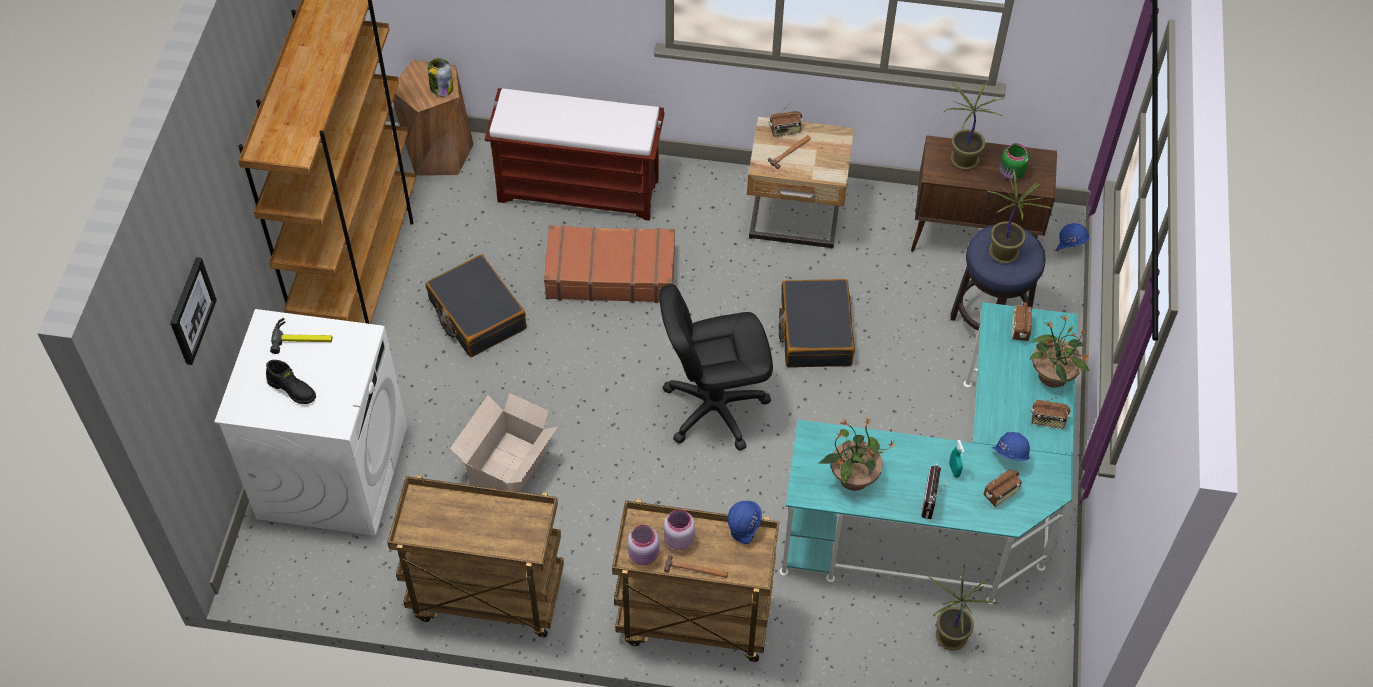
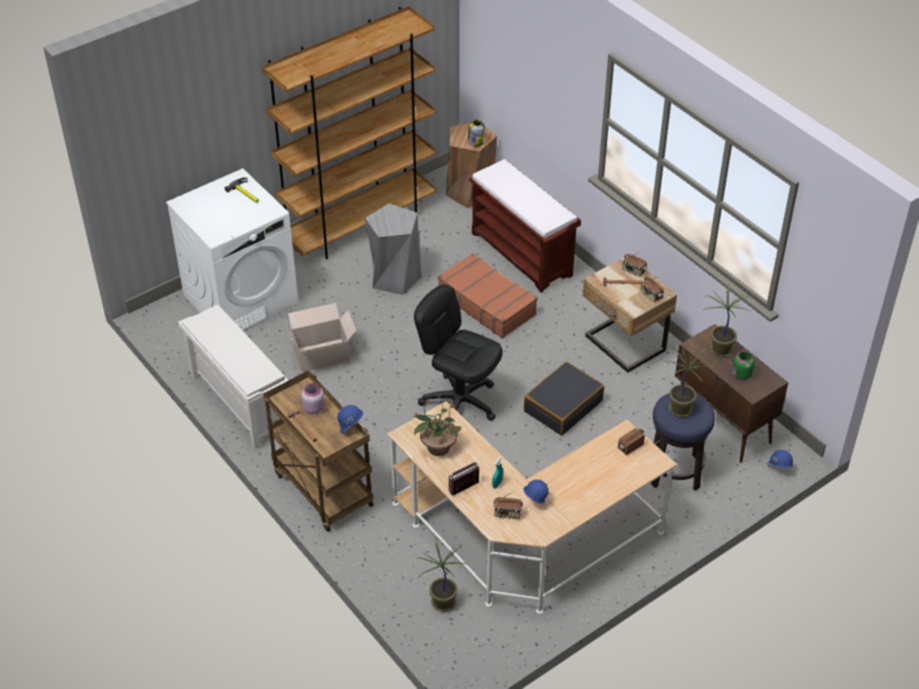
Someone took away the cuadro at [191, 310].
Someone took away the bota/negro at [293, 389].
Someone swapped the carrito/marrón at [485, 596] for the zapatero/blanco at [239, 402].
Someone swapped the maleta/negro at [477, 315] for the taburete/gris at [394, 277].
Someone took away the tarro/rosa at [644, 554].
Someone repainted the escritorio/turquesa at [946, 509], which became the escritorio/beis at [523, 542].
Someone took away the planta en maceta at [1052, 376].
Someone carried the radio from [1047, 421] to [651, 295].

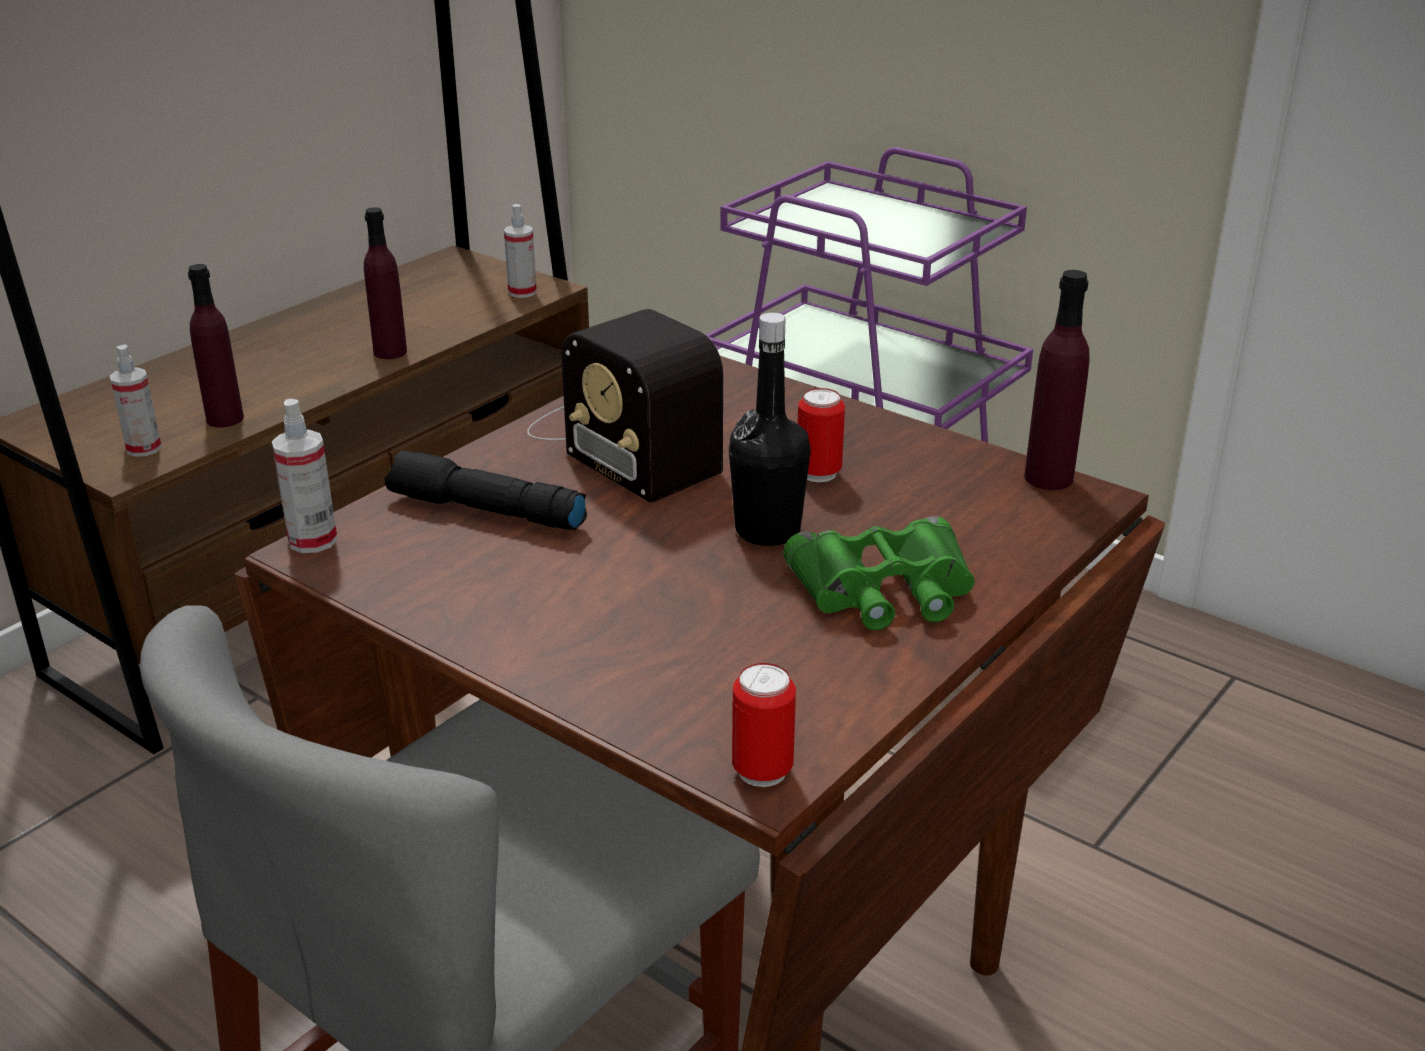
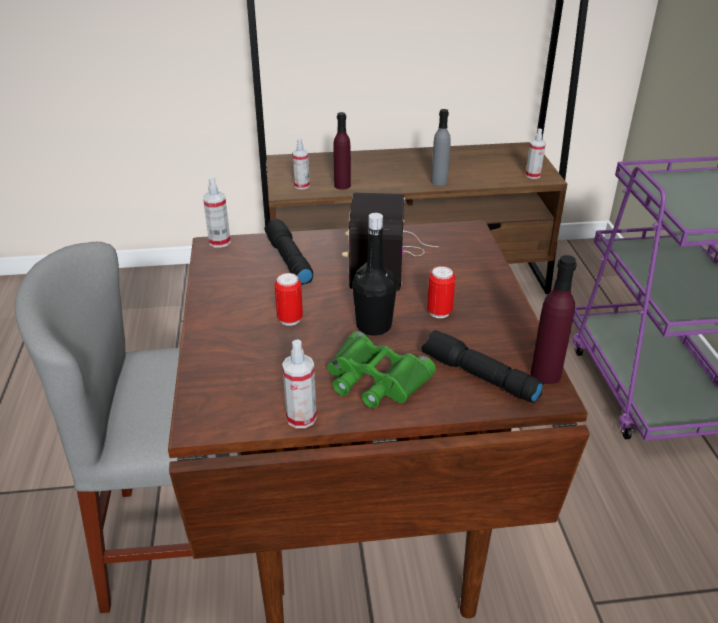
Someone repainted the botella/morado at [390, 352], which became the botella/gris at [439, 182].
Someone carried the lata from [762, 771] to [290, 319].
Someone put down the pulverizador at [301, 418].
Someone put down the linterna/negro at [478, 376].

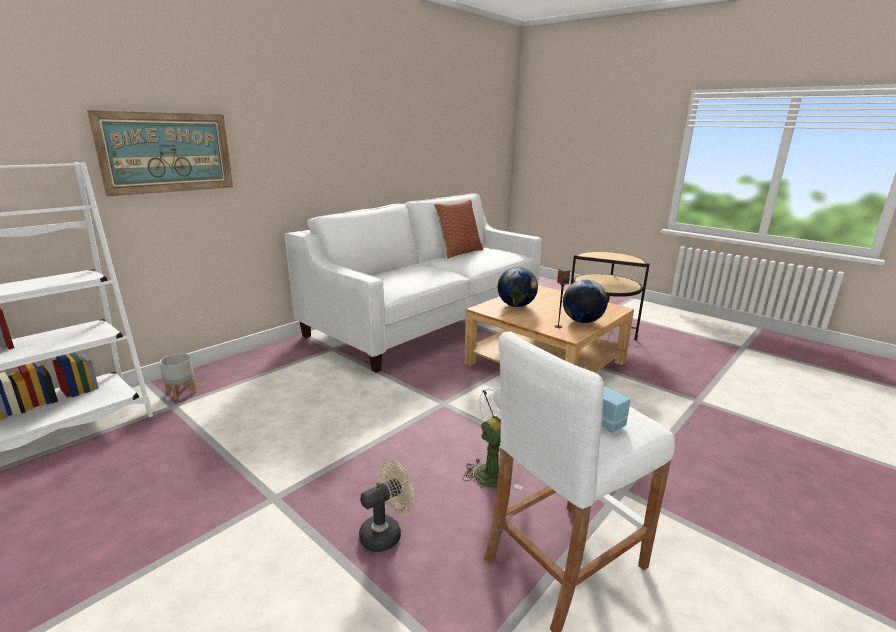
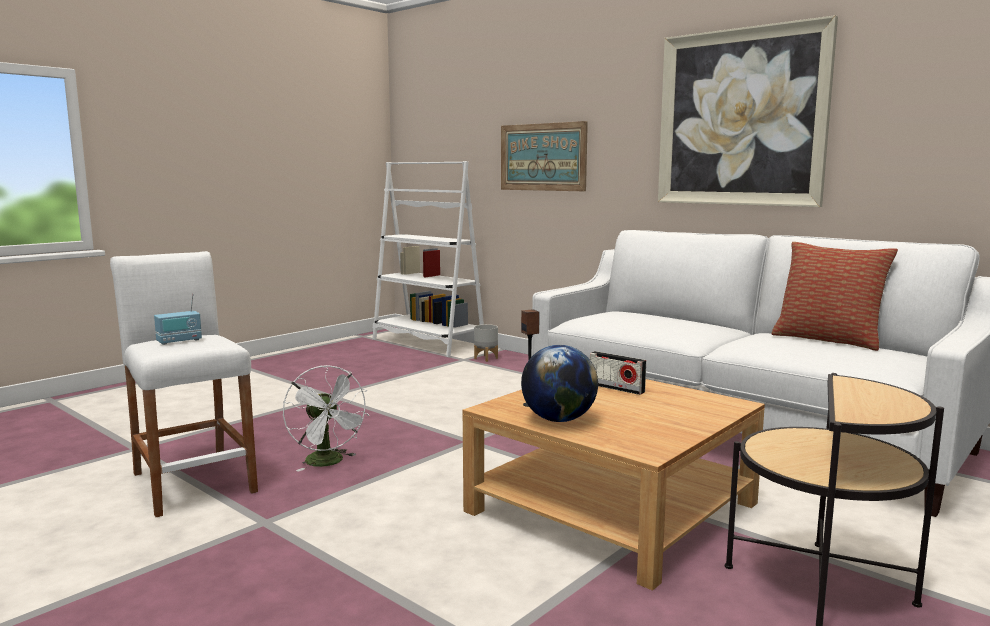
Someone took away the ventilador/beis at [386, 533].
Someone swapped the globo terráqueo at [516, 306] for the radio at [616, 388].
Someone put up the cuadro at [741, 118].

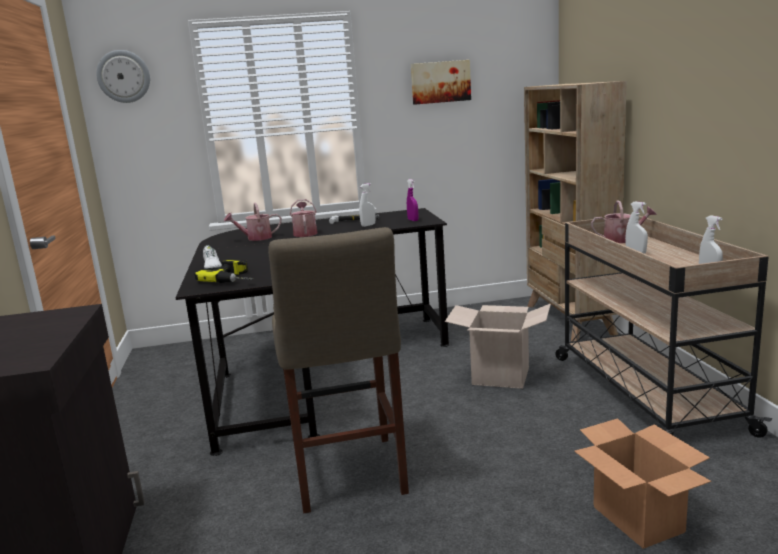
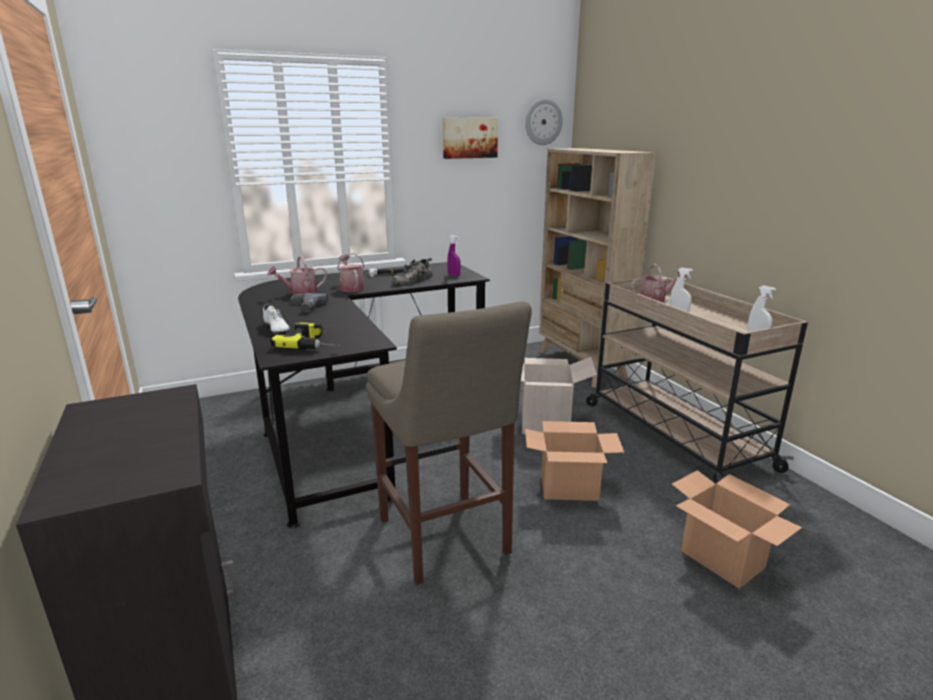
Someone carried the reloj de pared from [123, 76] to [543, 122].
Someone swapped the pulverizador/blanco at [368, 225] for the zapato at [412, 280].
Someone put down the taladro at [305, 307].
Someone put down the caja de cartón at [569, 488].

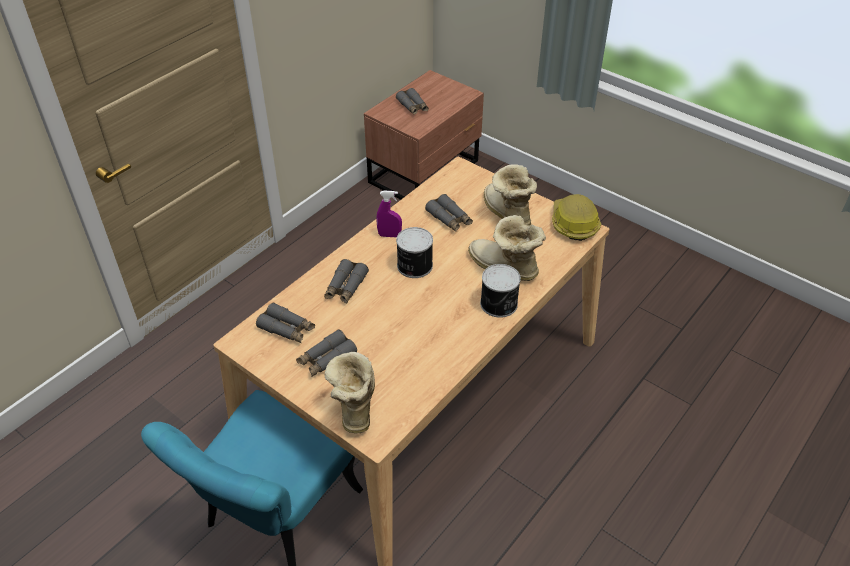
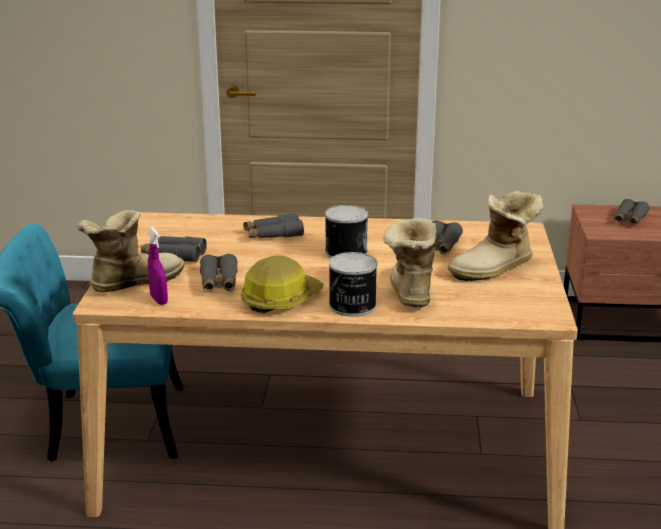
Someone carried the prismáticos/gris from [287, 329] to [219, 282].
Someone carried the pulverizador/morado from [389, 235] to [159, 300].
Someone rotated the bota at [506, 214] by 150 degrees counterclockwise.
Someone carried the casco from [573, 223] to [280, 299].

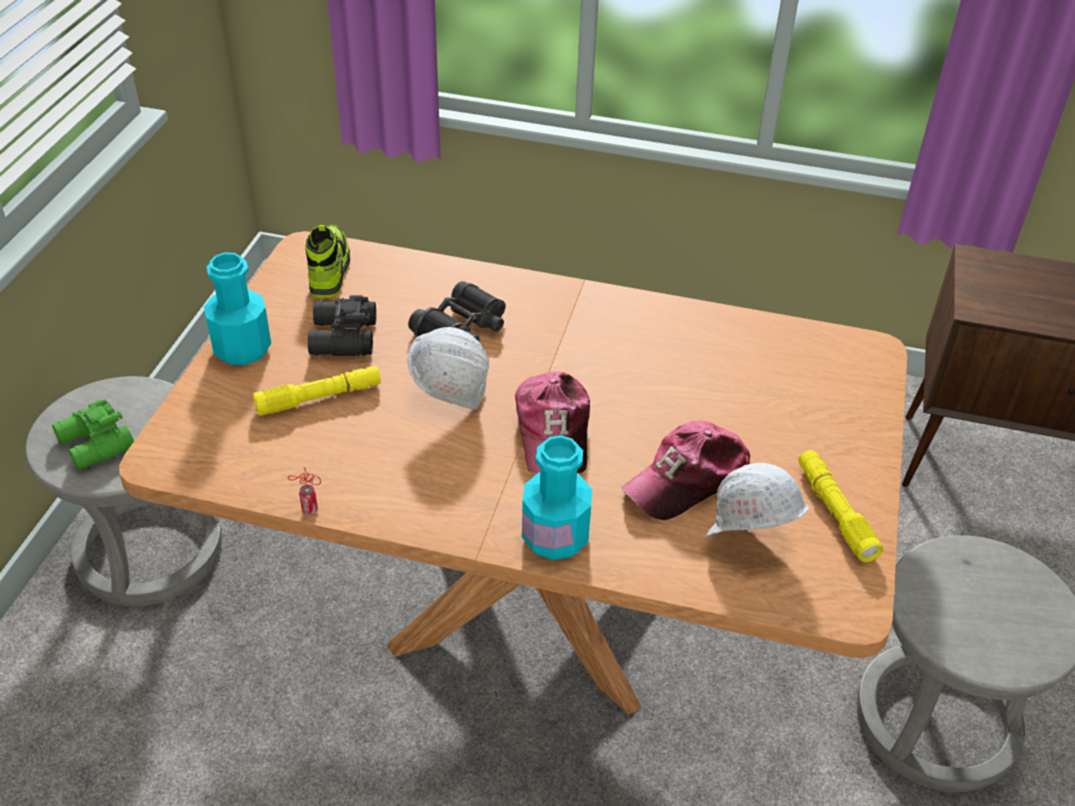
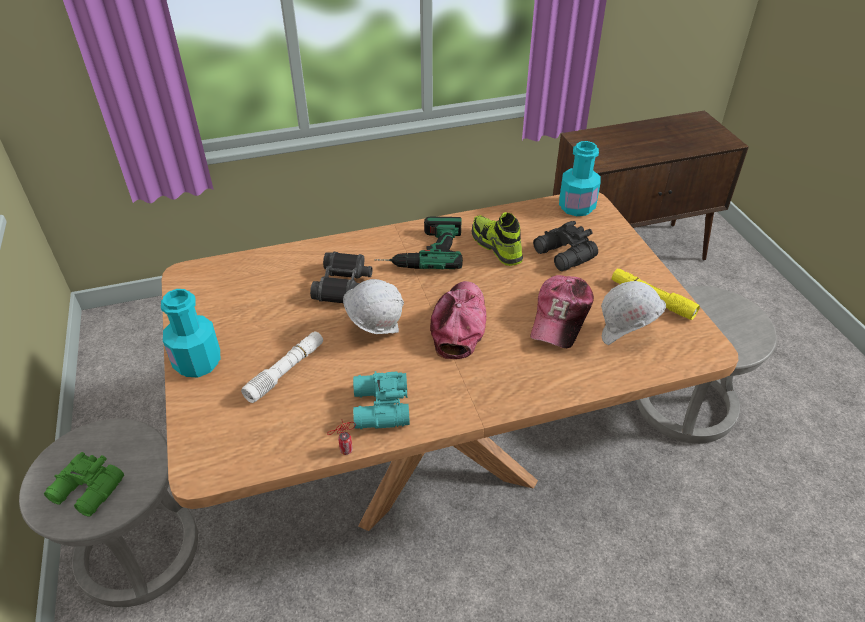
Someone repainted the linterna/amarillo at [319, 398], which became the linterna/blanco at [286, 371].
Someone carried the zapato from [328, 271] to [496, 247].
Someone carried the prismáticos/negro from [341, 338] to [563, 255].
Someone rotated the gorra at [553, 432] by 135 degrees counterclockwise.
Someone carried the botella/turquesa from [555, 537] to [576, 207].
Someone put down the prismáticos/turquesa at [379, 408].
Someone put down the taladro at [420, 250].

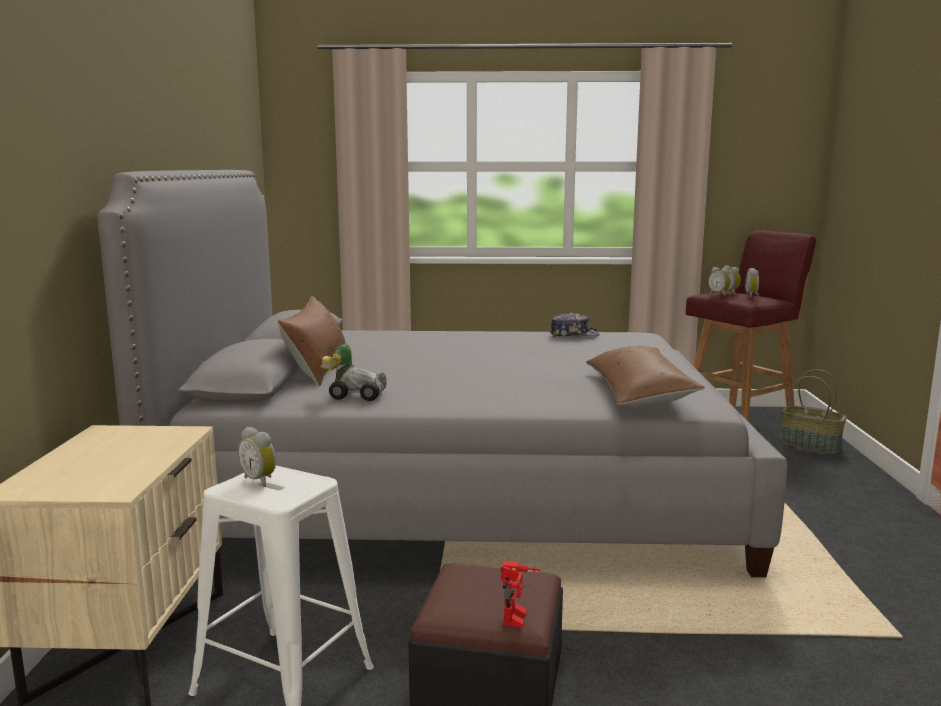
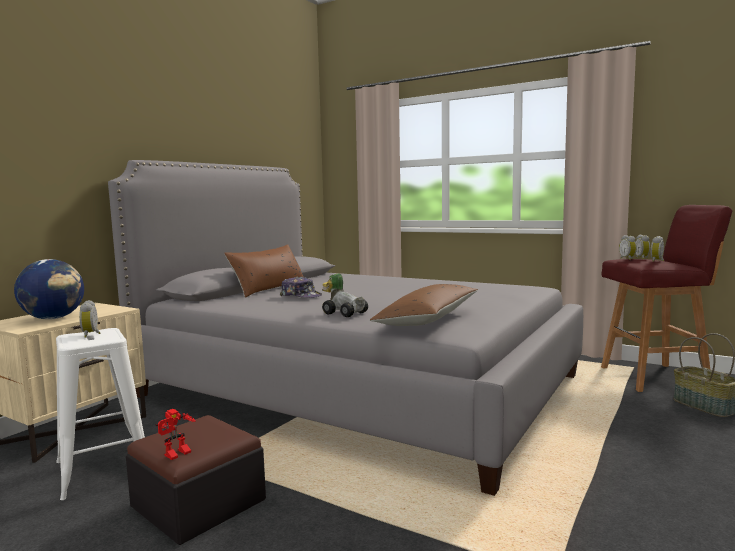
Someone carried the coche de juguete from [355, 395] to [344, 313].
Someone carried the gorra from [574, 335] to [301, 296].
Someone put down the globo terráqueo at [54, 318].

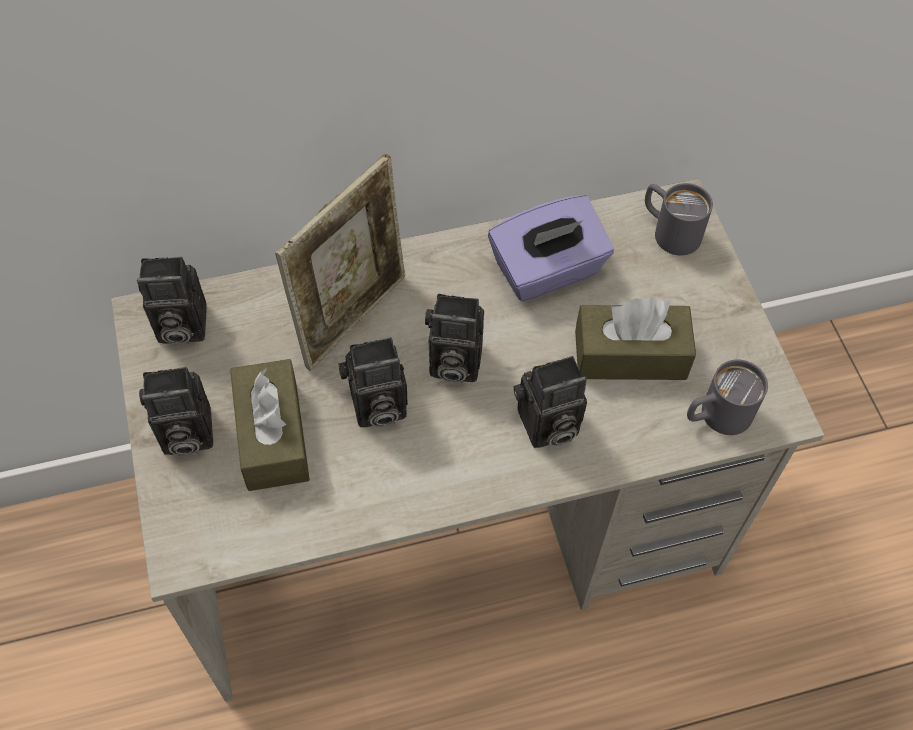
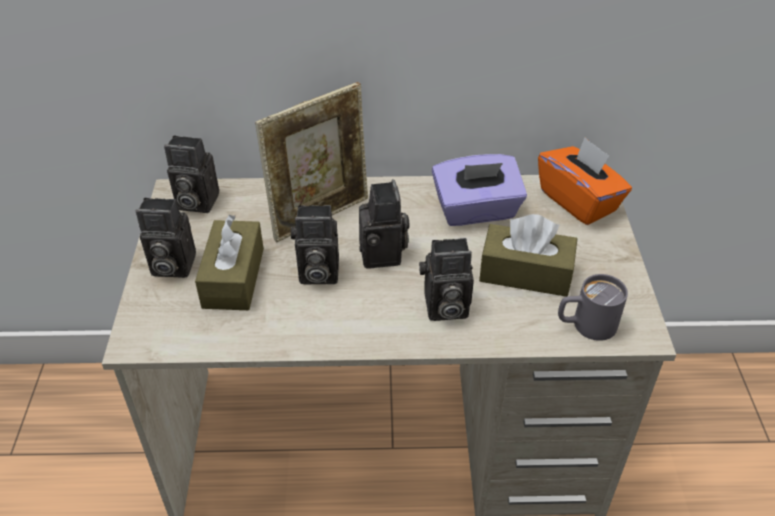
Someone rotated the cámara at [452, 363] by 120 degrees counterclockwise.
Someone swapped the taza grande/gris at [669, 231] for the caja de pañuelos/naranja at [578, 201].

